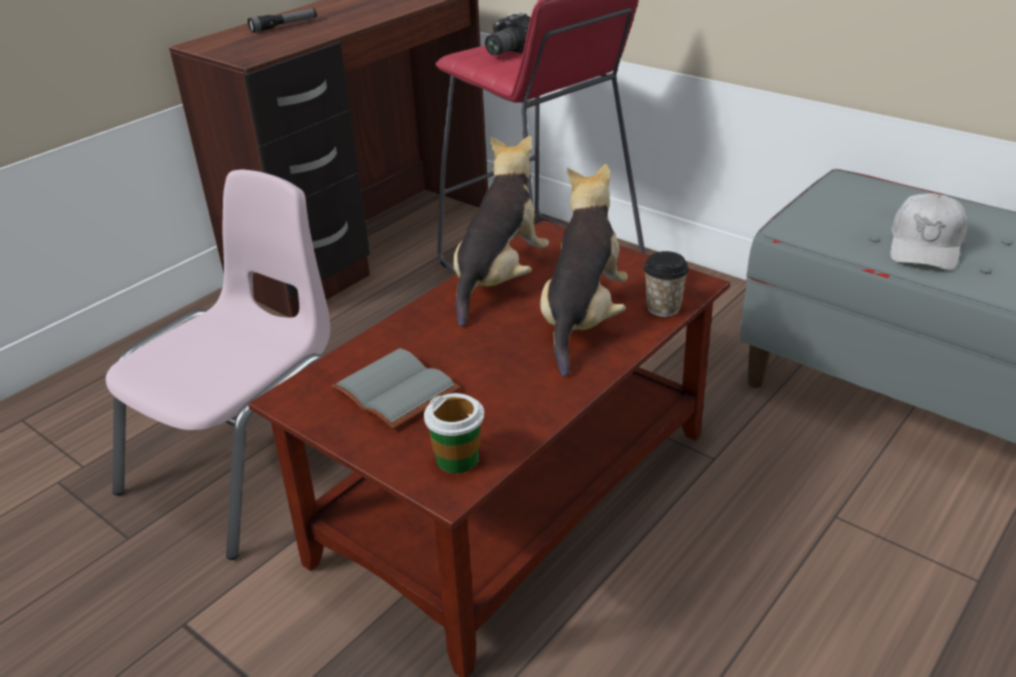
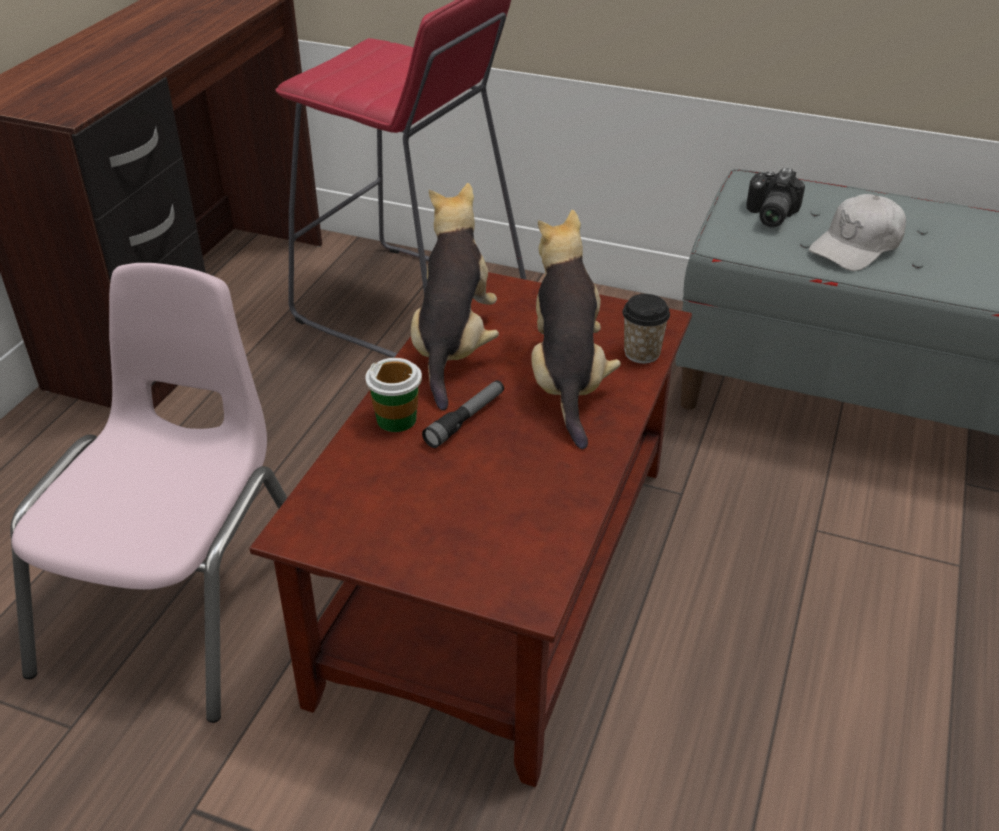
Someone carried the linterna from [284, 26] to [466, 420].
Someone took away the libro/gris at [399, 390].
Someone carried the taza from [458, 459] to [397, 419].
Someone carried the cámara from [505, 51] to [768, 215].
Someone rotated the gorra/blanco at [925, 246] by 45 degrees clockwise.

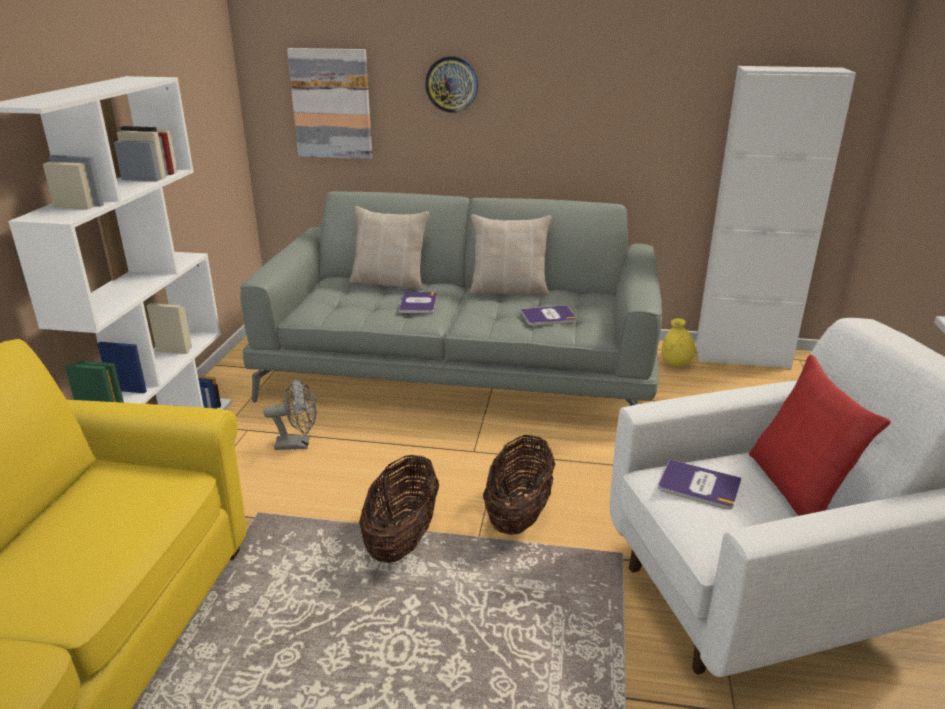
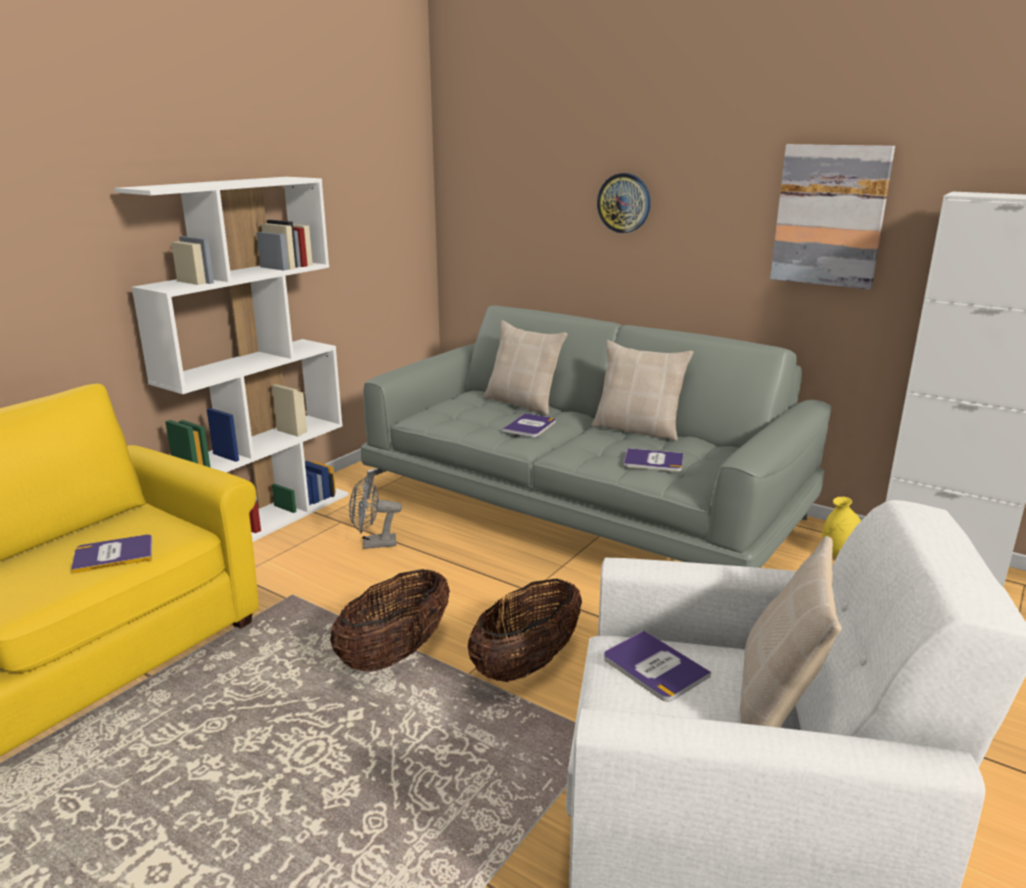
Someone rotated the ventilador/gris at [298, 444] by 150 degrees clockwise.
Someone carried the cuadro from [331, 104] to [829, 216].
Someone repainted the cojín/rojo at [798, 489], which became the cojín/beis at [777, 706].
Someone put down the libro at [113, 555].

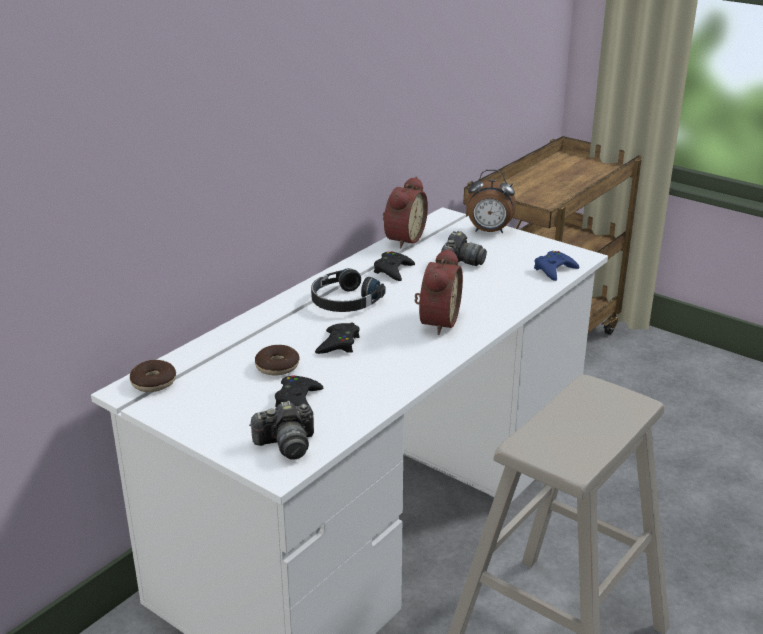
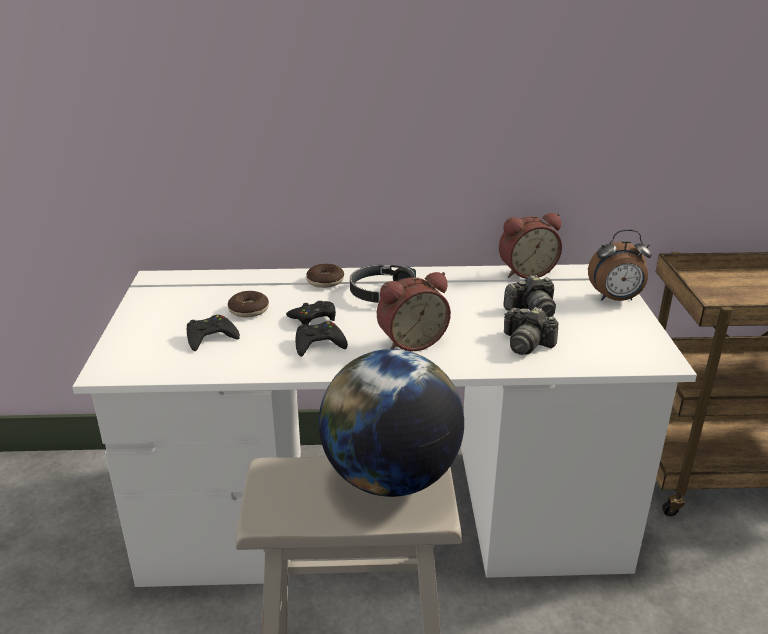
Someone carried the rosquilla from [154, 382] to [325, 281].
Someone carried the cámara from [286, 444] to [526, 344].
Someone carried the mando de consola/negro from [393, 270] to [319, 344].
Someone rotated the despertador at [489, 231] by 60 degrees counterclockwise.
Someone took away the mando de consola/azul at [554, 270].
Someone put down the globo terráqueo at [390, 478].

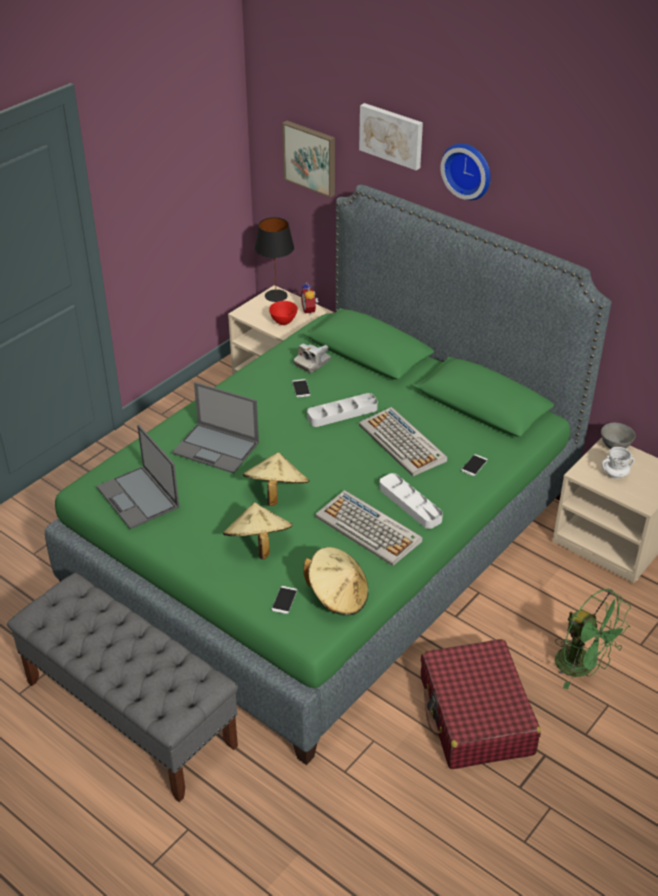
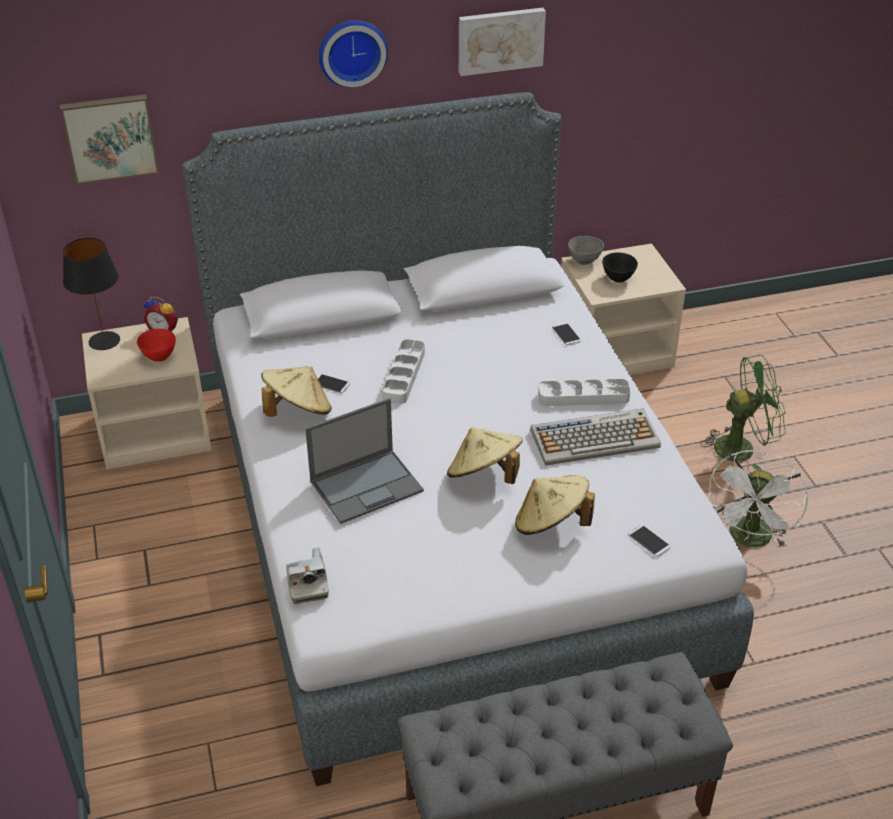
Someone repainted the cama/verde at [328, 541], which became the cama/gris at [445, 524].
Someone took away the portátil at [138, 498].
Someone carried the cámara from [312, 363] to [307, 584].
Someone carried the sombrero/beis from [338, 596] to [297, 411].
Someone carried the cuadro from [392, 135] to [500, 40].
Someone took away the teclado at [403, 443].
Someone swapped the maleta/rojo at [475, 716] for the ventilador/blanco at [749, 540].
Someone swapped the taza grande/blanco at [615, 474] for the cuenco/negro at [618, 279].

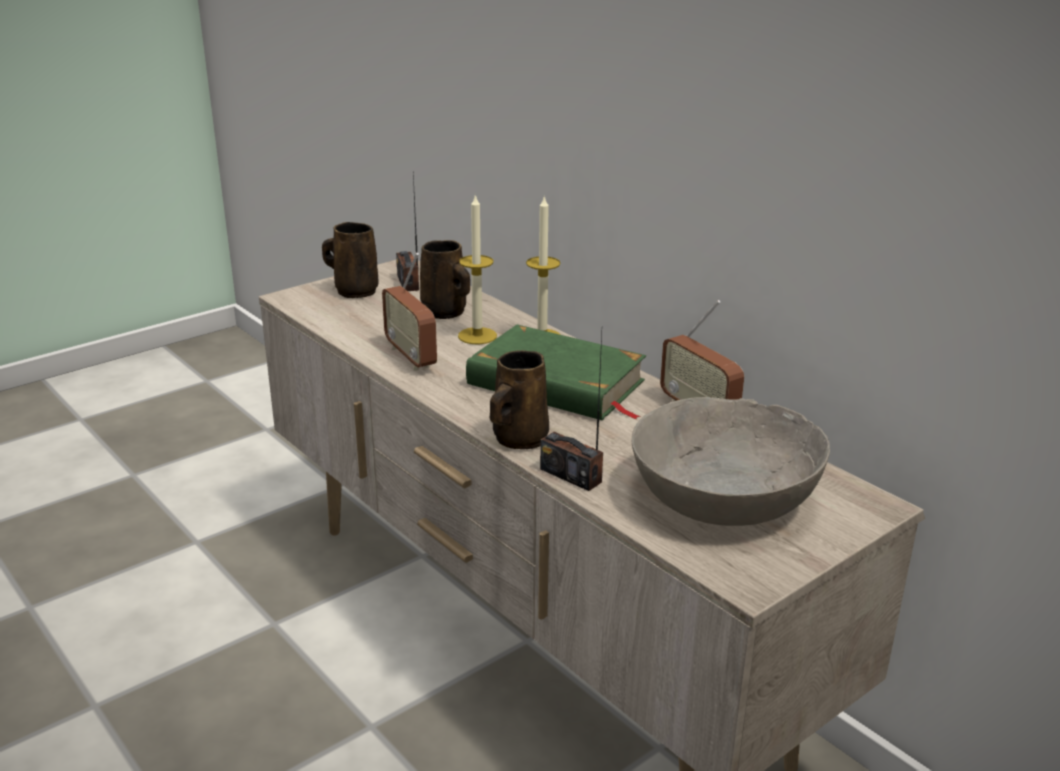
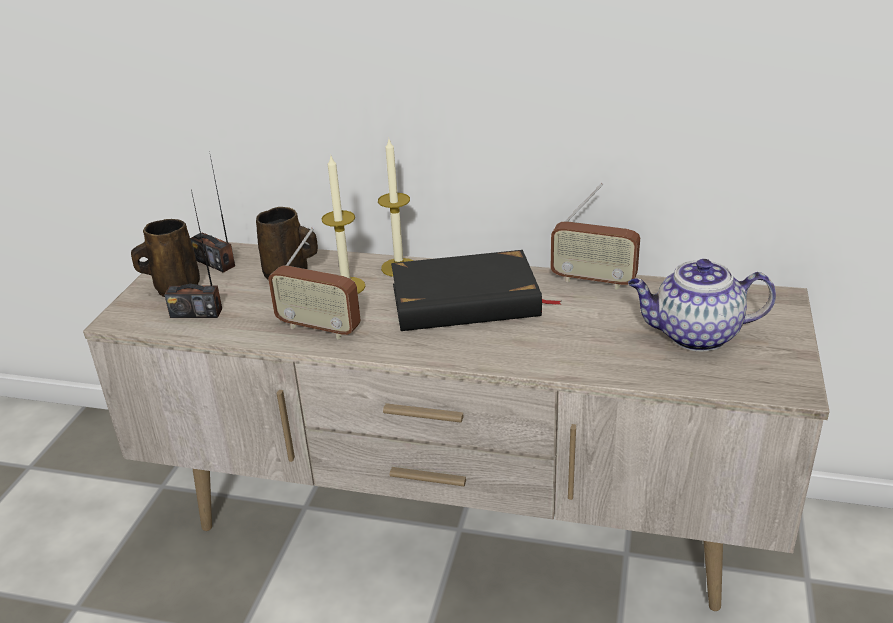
Someone repainted the libro/verde at [556, 383], which became the libro/negro at [465, 301].
Someone took away the taza grande/marrón at [518, 439].
Someone carried the radio from [571, 475] to [196, 313].
Someone swapped the cuenco/gris at [722, 496] for the tetera at [694, 335].

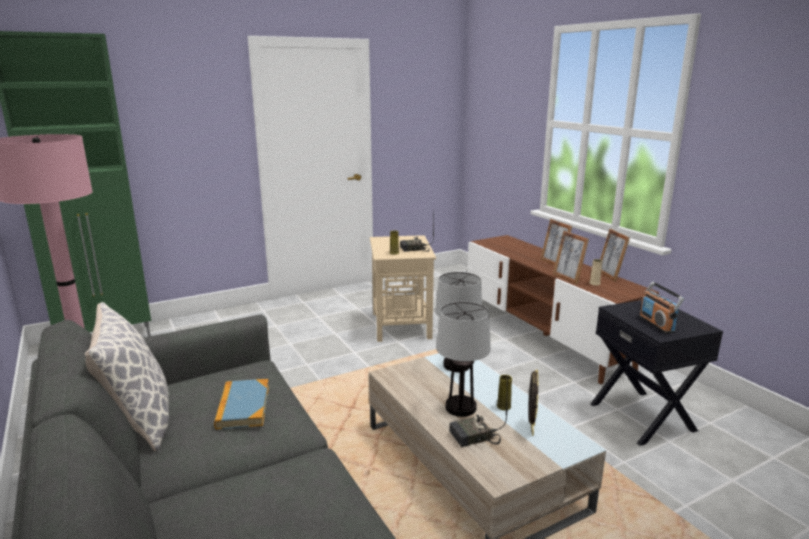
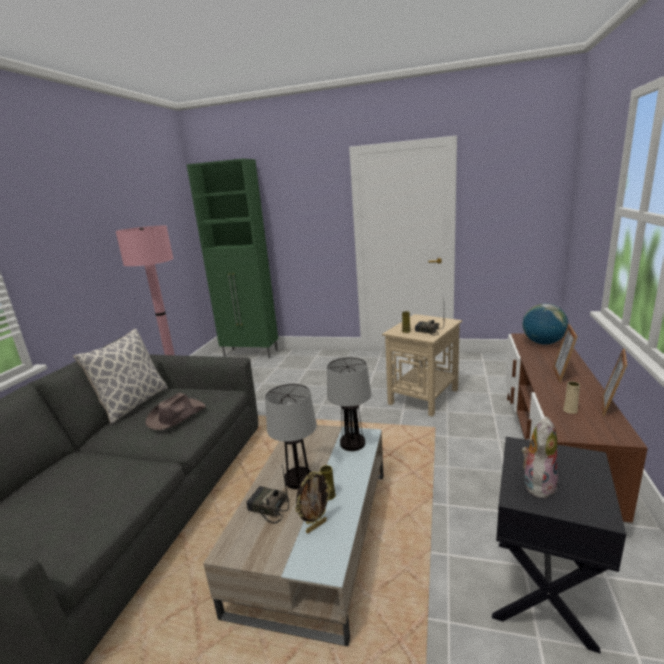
Someone swapped the libro at [243, 406] for the sombrero/marrón at [175, 416].
Someone took away the portarretratos at [568, 278].
Someone swapped the radio at [657, 324] for the peluche at [537, 483].
Someone put down the globo terráqueo at [543, 343].

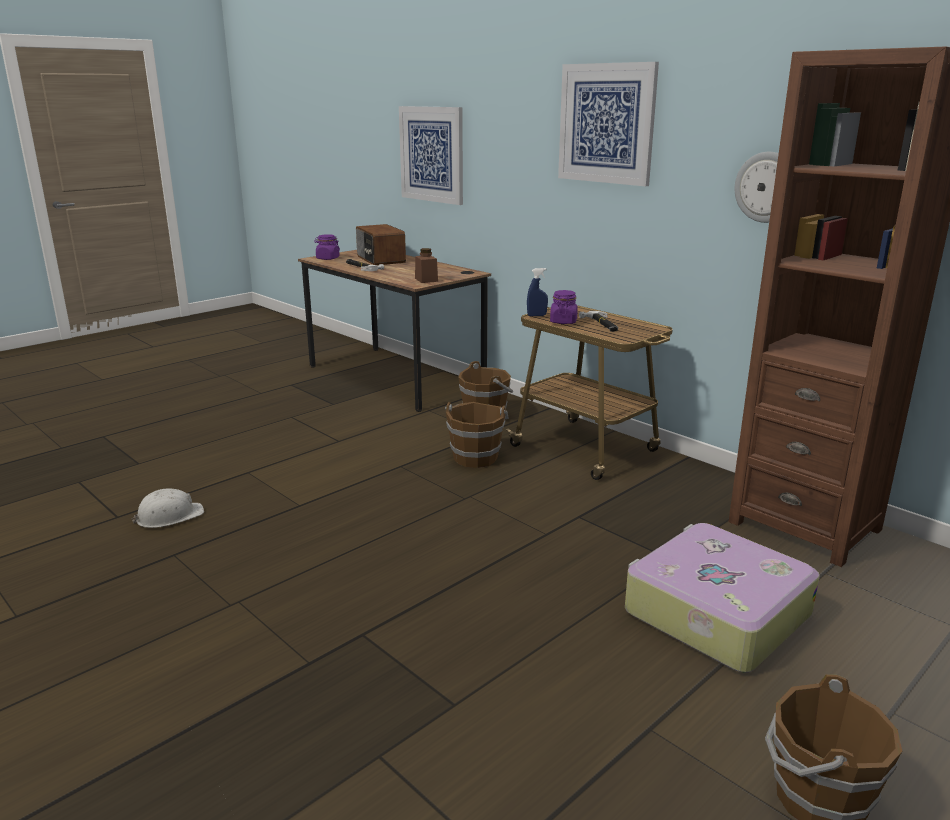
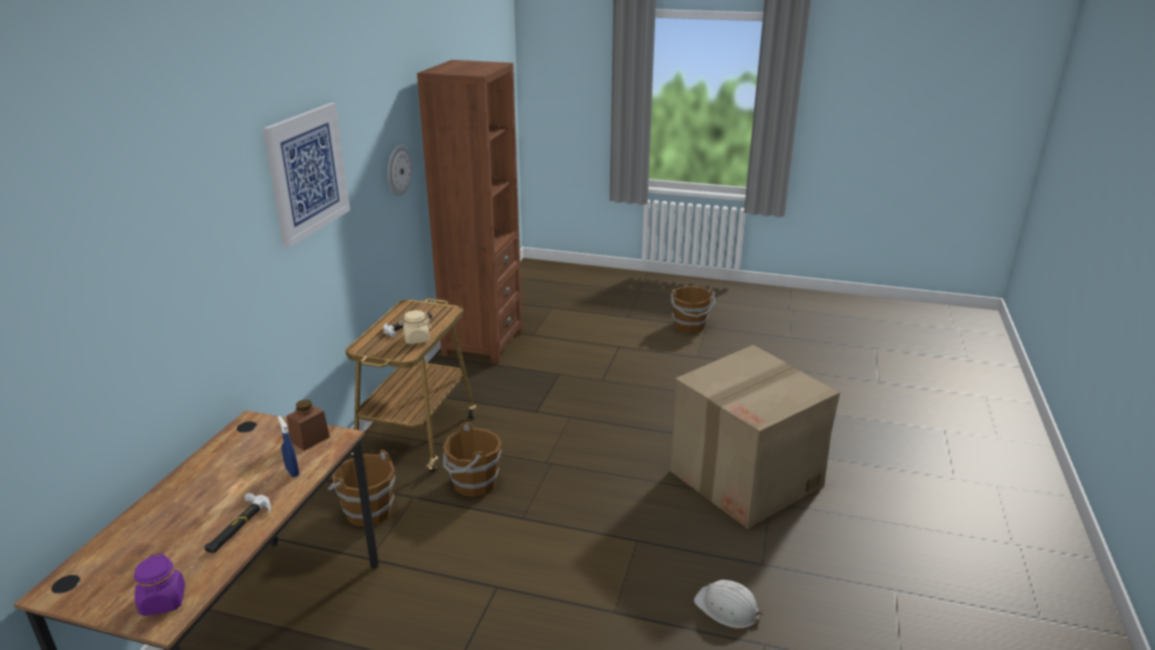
Someone took away the radio at [380, 259].
Someone took away the cuadro at [432, 154].
Someone carried the pulverizador/azul from [537, 315] to [292, 471].
Someone repainted the tarro/morado at [563, 321], which became the tarro/beis at [416, 339].
Someone took away the maleta at [714, 613].
Someone put down the caja de cartón at [746, 477].

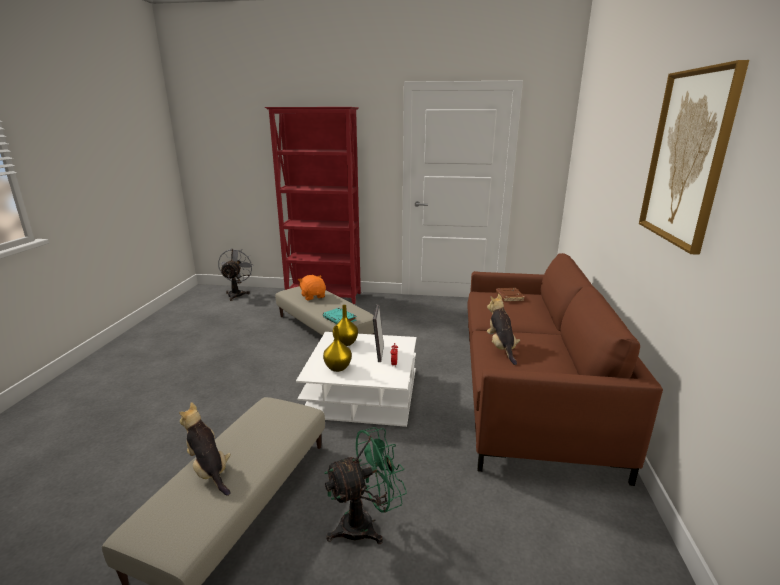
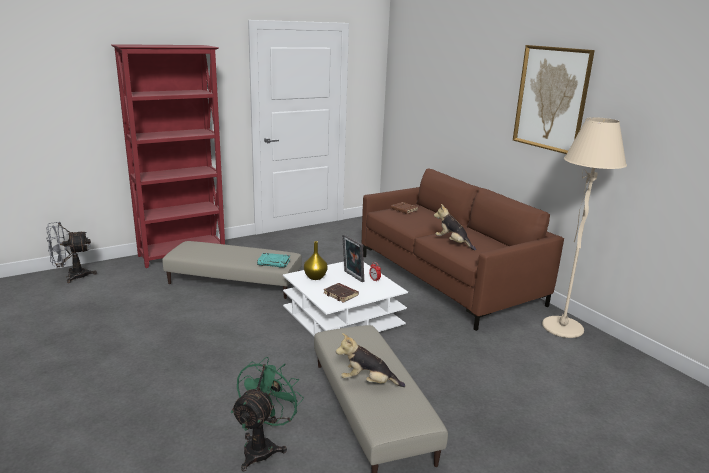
Someone rotated the ventilador/gris at [237, 294] by 75 degrees counterclockwise.
Someone took away the peluche/naranja at [313, 296].
Someone swapped the florero/amarillo at [338, 368] for the libro/marrón at [341, 295].
Someone carried the ventilador/verde from [365, 524] to [263, 446].
Someone put down the lámpara de pie/beis at [562, 328].

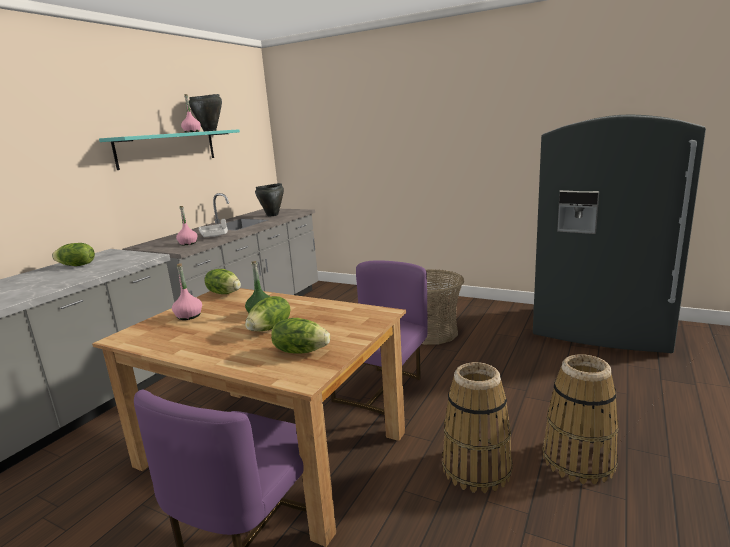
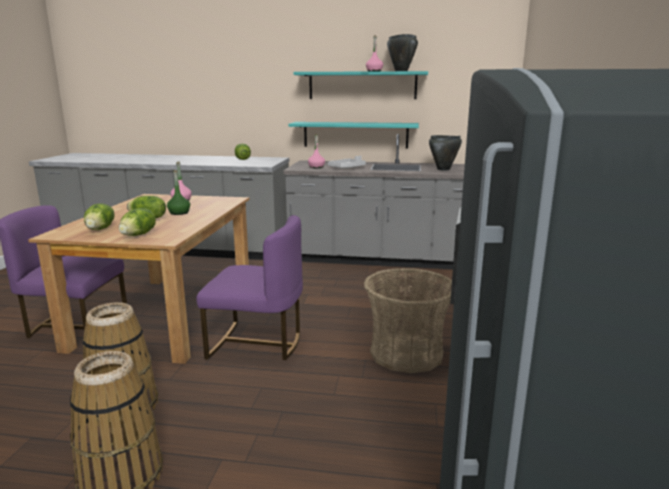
Someone carried the lechuga from [224, 293] to [139, 235].
Someone put up the estante/turquesa at [355, 135].

